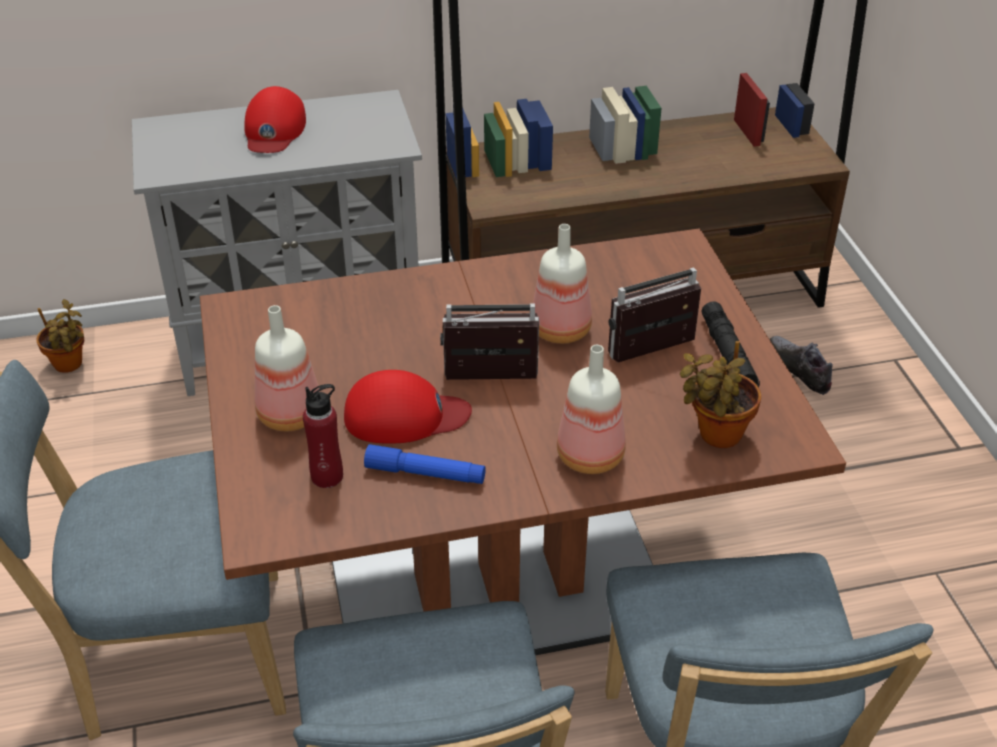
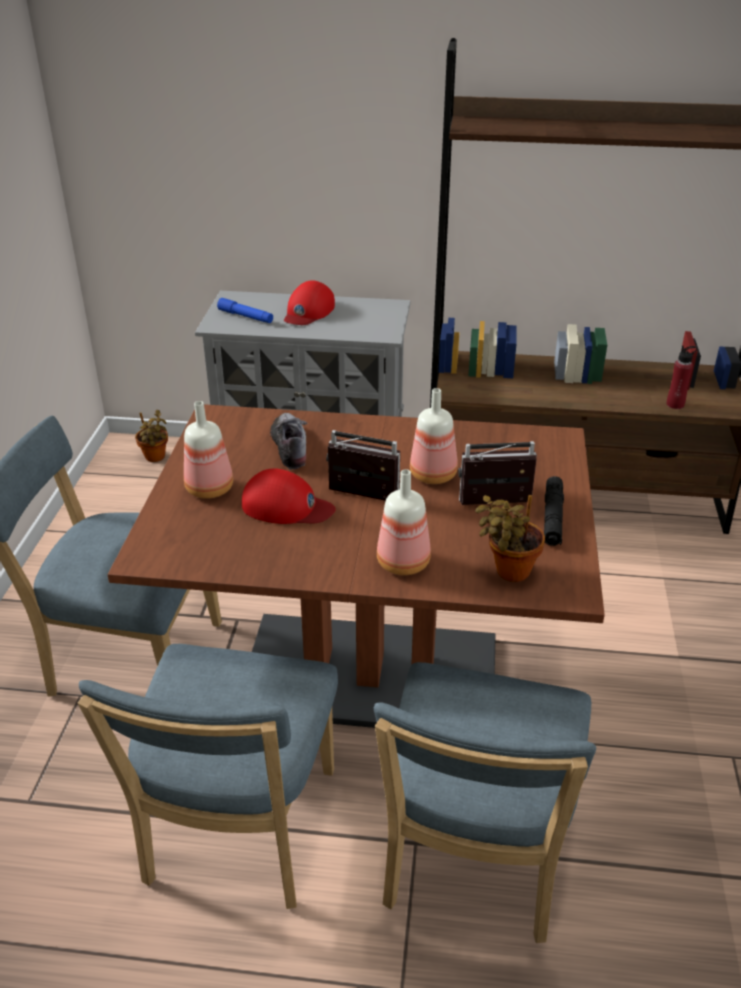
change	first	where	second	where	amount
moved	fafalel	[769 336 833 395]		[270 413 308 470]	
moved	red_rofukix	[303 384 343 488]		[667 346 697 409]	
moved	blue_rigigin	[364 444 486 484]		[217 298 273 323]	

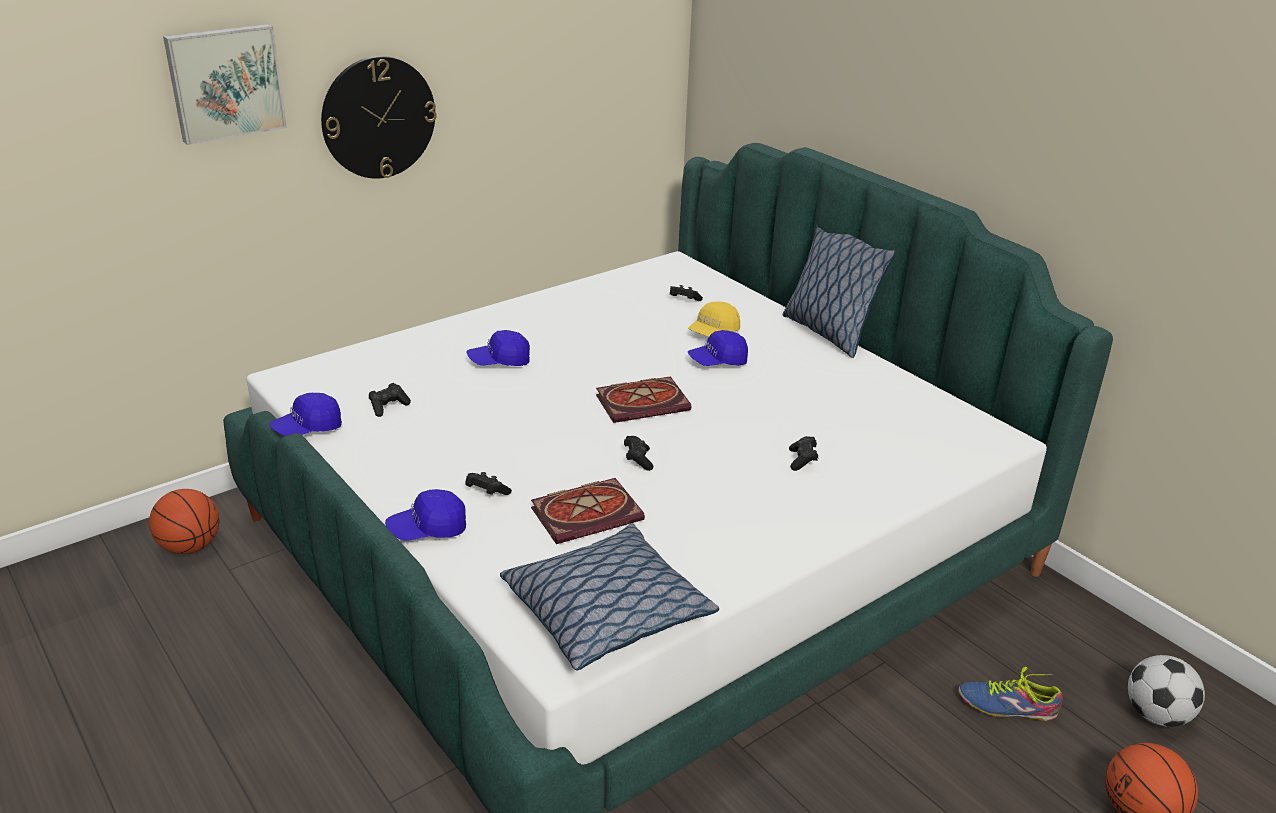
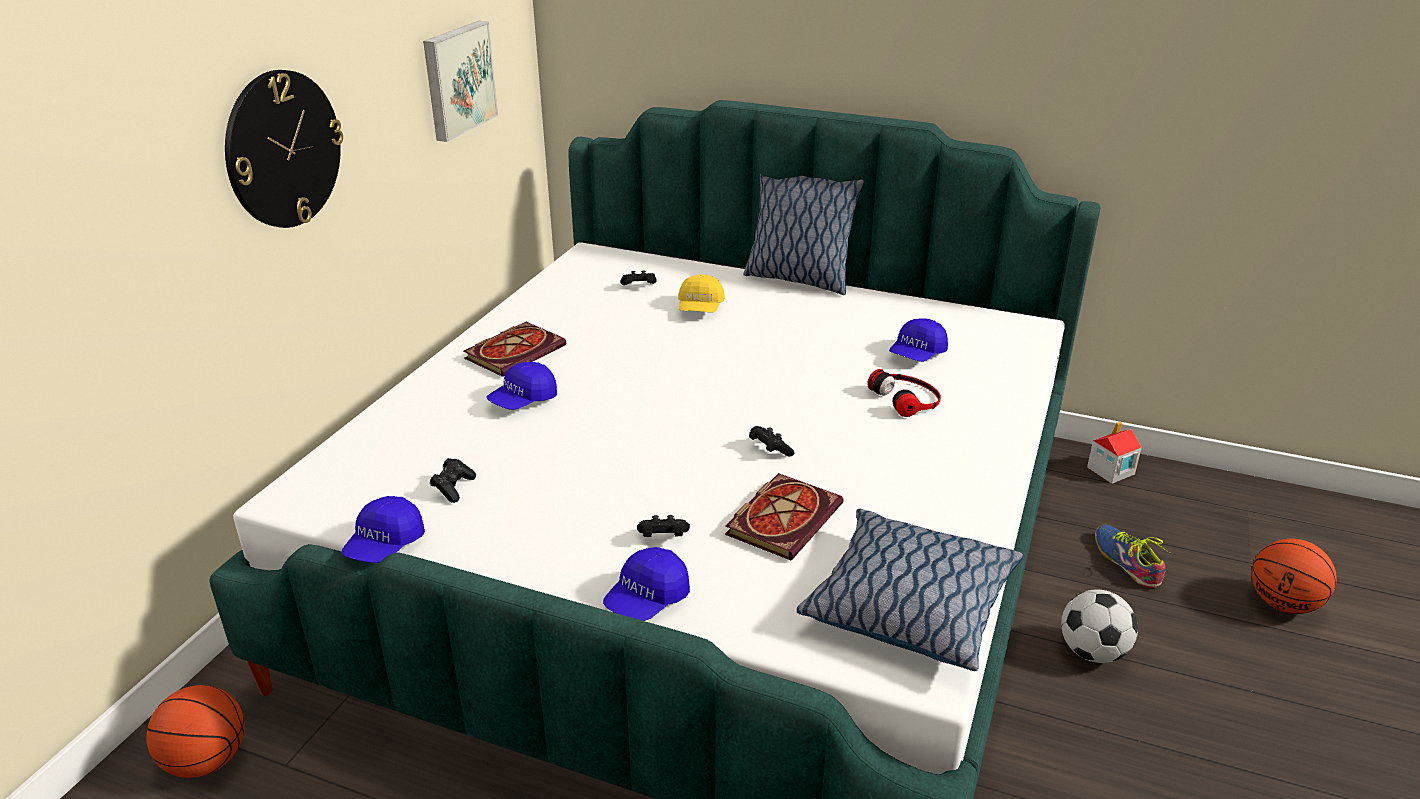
change	first	where	second	where	amount
moved	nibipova	[163 24 287 145]		[423 21 498 142]	
moved	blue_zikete	[688 330 748 366]		[889 318 948 362]	
moved	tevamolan	[596 376 691 423]		[463 322 566 377]	
replaced	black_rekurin	[789 436 818 471]	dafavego	[868 369 941 417]	
moved	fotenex	[1128 655 1205 727]		[1061 589 1138 663]	
turned	fafalel	[958 667 1063 721]		[1095 524 1171 588]	90 degrees clockwise
added			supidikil	[1087 421 1142 484]	

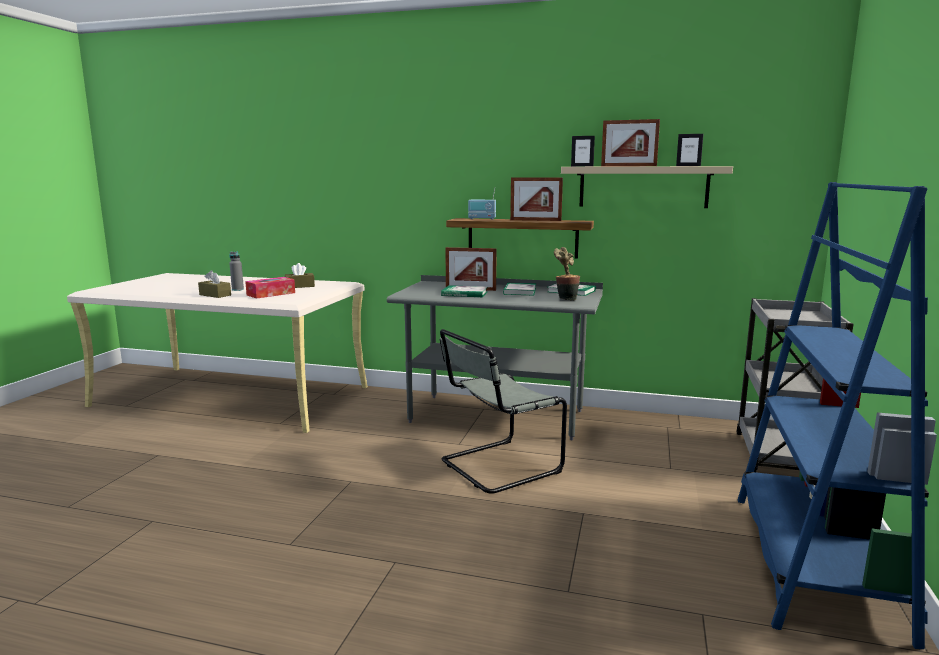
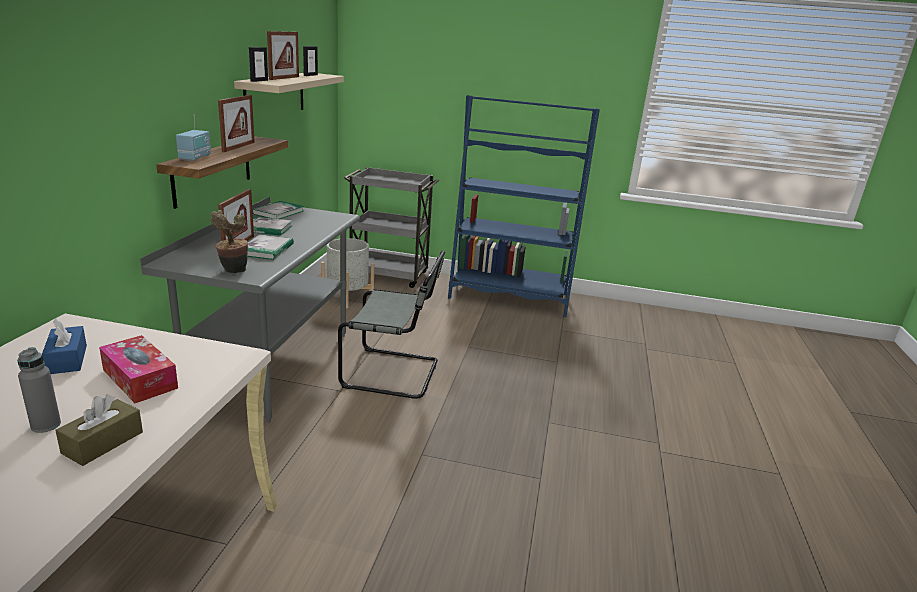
change	first	where	second	where	amount
moved	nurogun	[554 247 580 301]		[210 210 248 273]	
recoloured	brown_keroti	[285 263 315 288]	blue_keroti	[42 318 87 374]	
turned	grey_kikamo	[440 329 567 494]		[338 250 445 399]	45 degrees counterclockwise
added			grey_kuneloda	[321 238 374 308]	

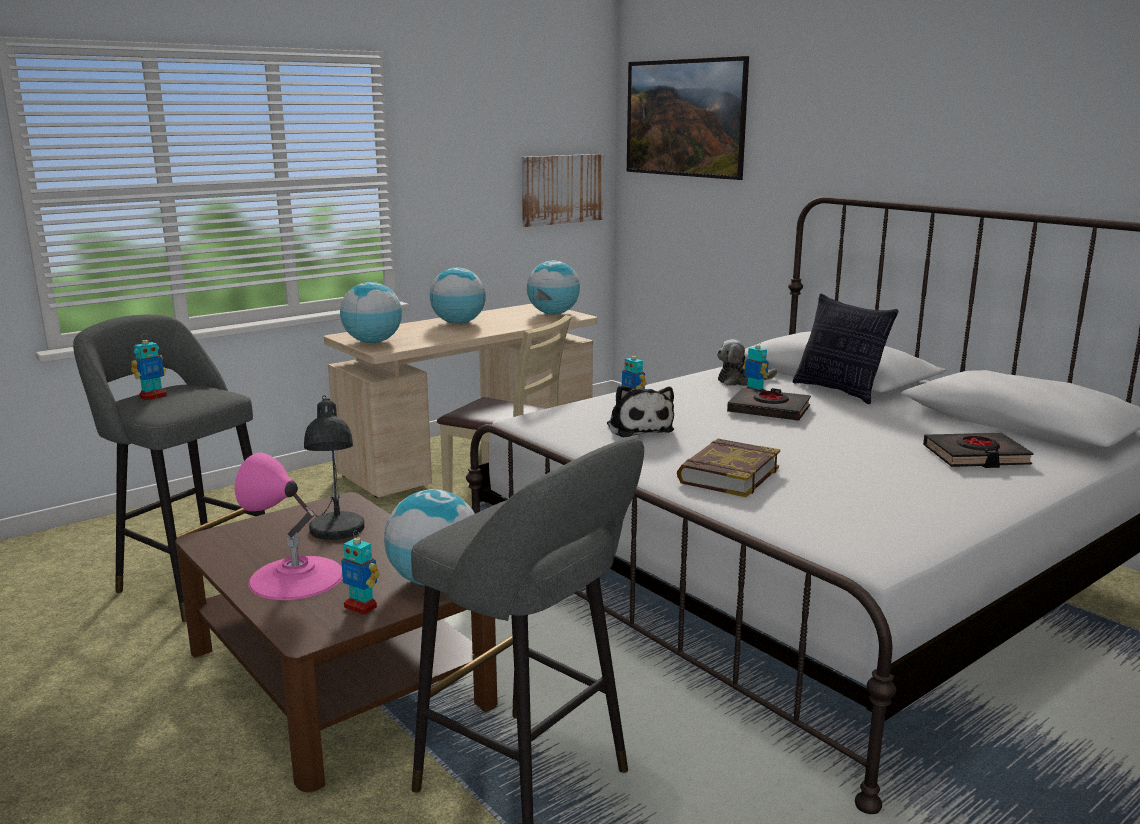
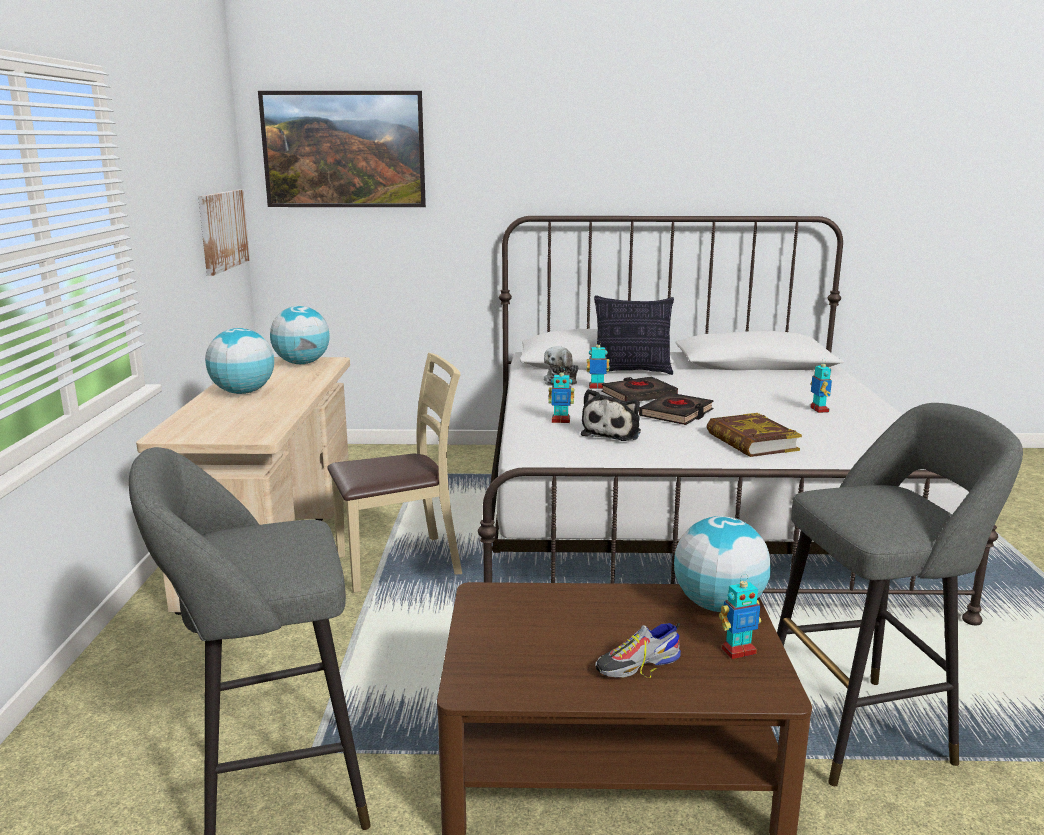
change	first	where	second	where	amount
removed	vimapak	[340 282 402 343]			
moved	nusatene	[131 334 167 401]		[810 361 832 413]	
turned	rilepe	[607 385 674 438]		[581 389 641 441]	90 degrees clockwise
removed	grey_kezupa	[304 395 364 540]			
moved	black_tevamolan	[923 433 1034 468]		[639 393 714 425]	
replaced	pink_kezupa	[235 452 343 600]	fafalel	[595 623 681 678]	

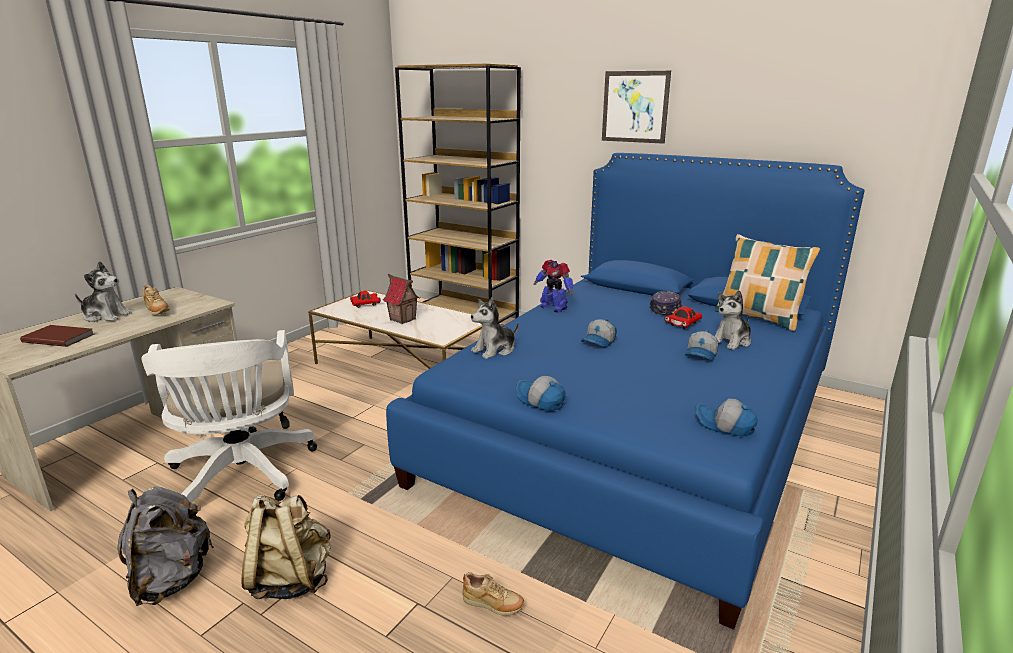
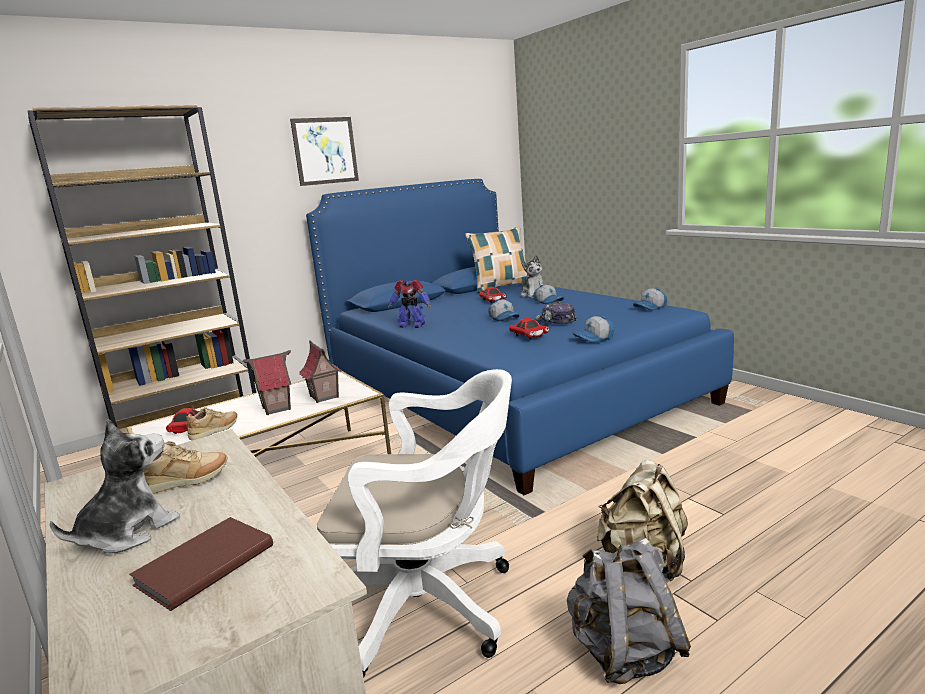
change	first	where	second	where	amount
turned	nusatene	[534 260 574 313]		[388 280 431 328]	45 degrees clockwise
moved	zikete	[650 291 682 315]		[535 302 577 324]	
removed	rilepe	[471 297 519 359]			
moved	beige_fafalel	[463 572 525 616]		[186 407 238 440]	
added			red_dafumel	[509 318 549 339]	
added			supidikil	[299 340 342 403]	

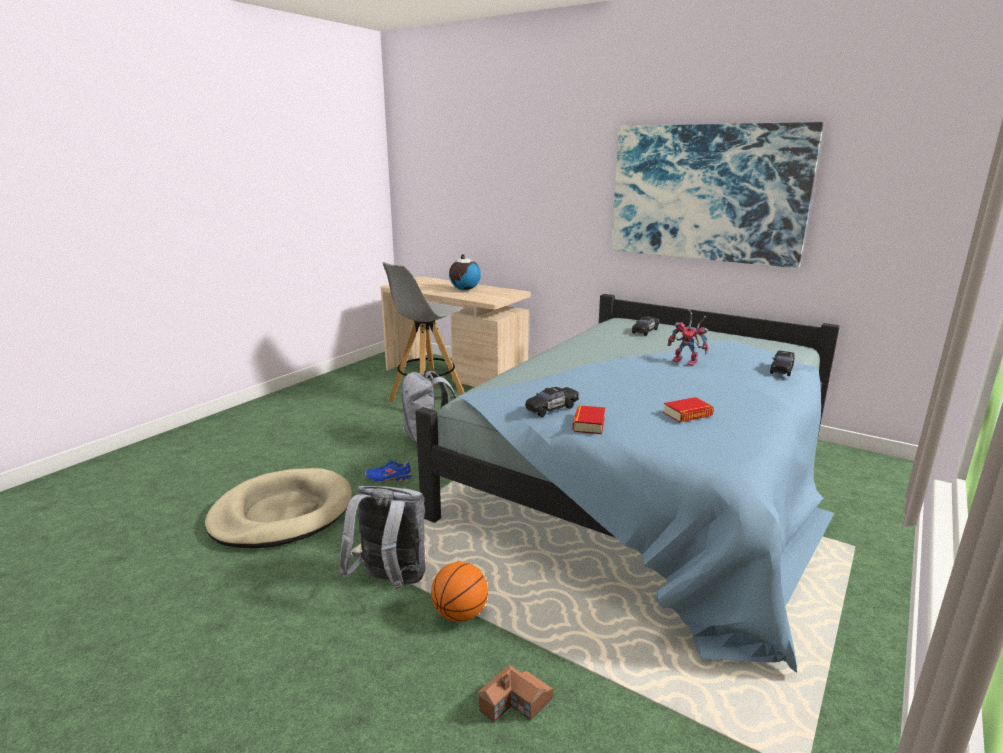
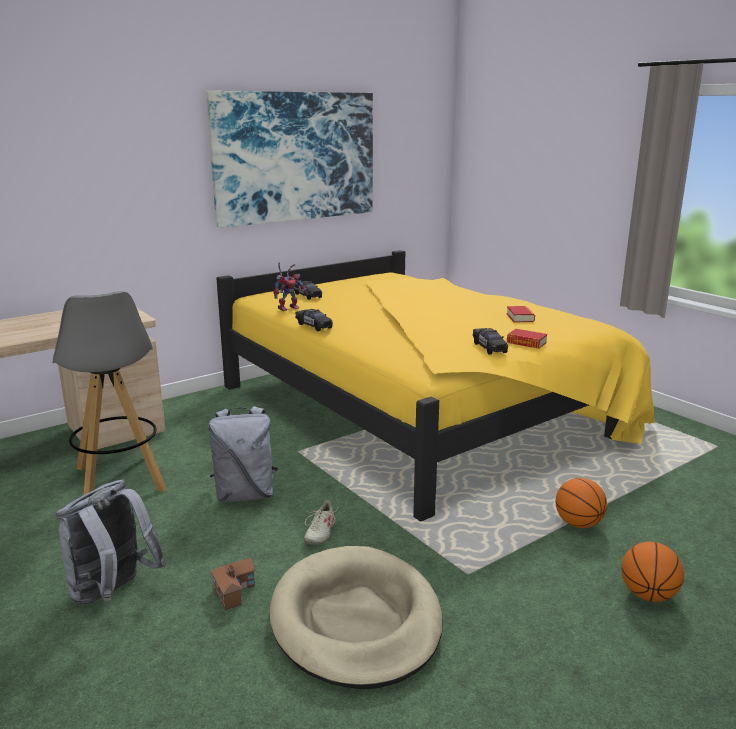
change	first	where	second	where	amount
removed	vimapak	[449 254 481 290]			
recoloured	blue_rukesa	[415 294 840 673]	yellow_rukesa	[216 250 654 521]	
moved	nusatene	[667 309 709 366]		[274 262 308 311]	
moved	black_dafumel	[770 351 795 376]		[295 309 333 331]	
recoloured	blue_fafalel	[365 460 412 483]	beige_fafalel	[304 500 339 544]	
moved	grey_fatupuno	[338 486 426 590]		[55 479 166 605]	
moved	supidikil	[477 665 553 723]		[211 557 256 610]	
added			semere	[621 542 684 602]	

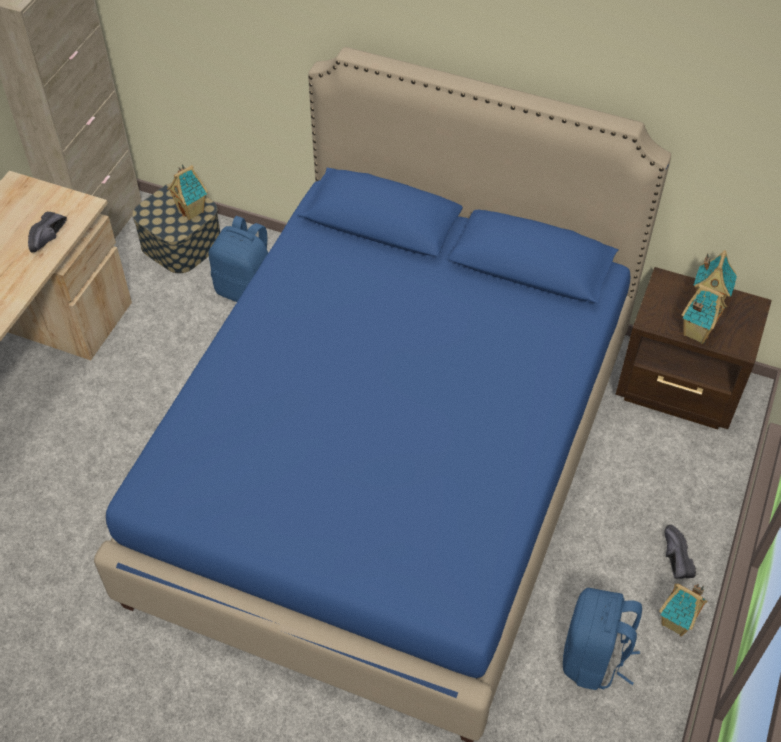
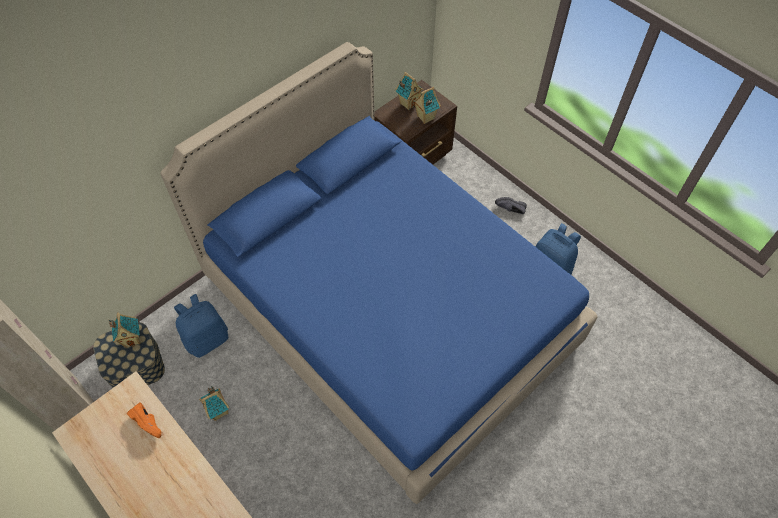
change	first	where	second	where	amount
recoloured	black_fafalel	[28 212 67 252]	orange_fafalel	[127 402 161 438]	
moved	supidikil	[659 583 708 636]		[199 386 229 421]	

